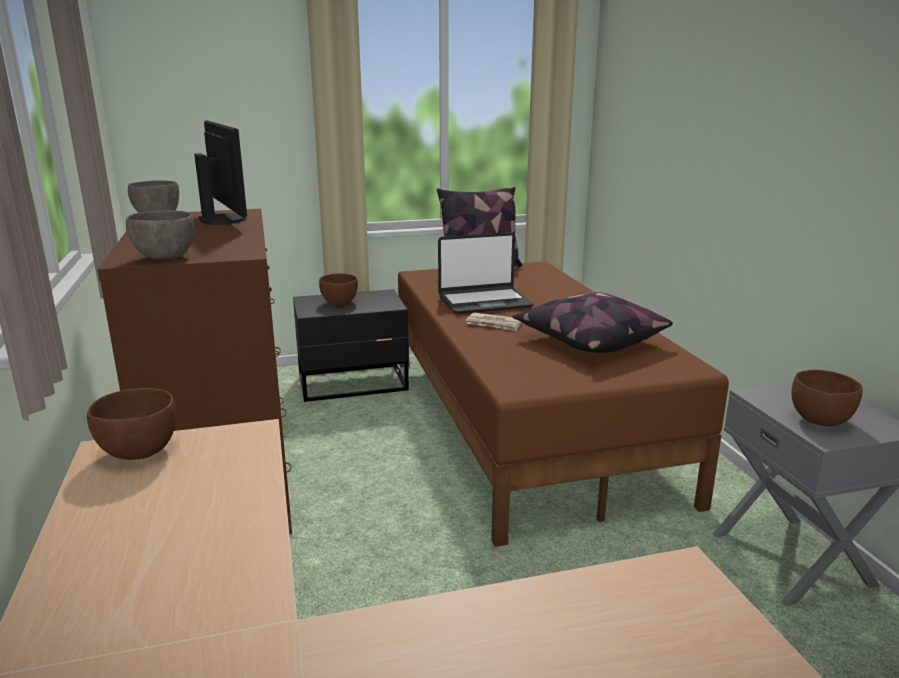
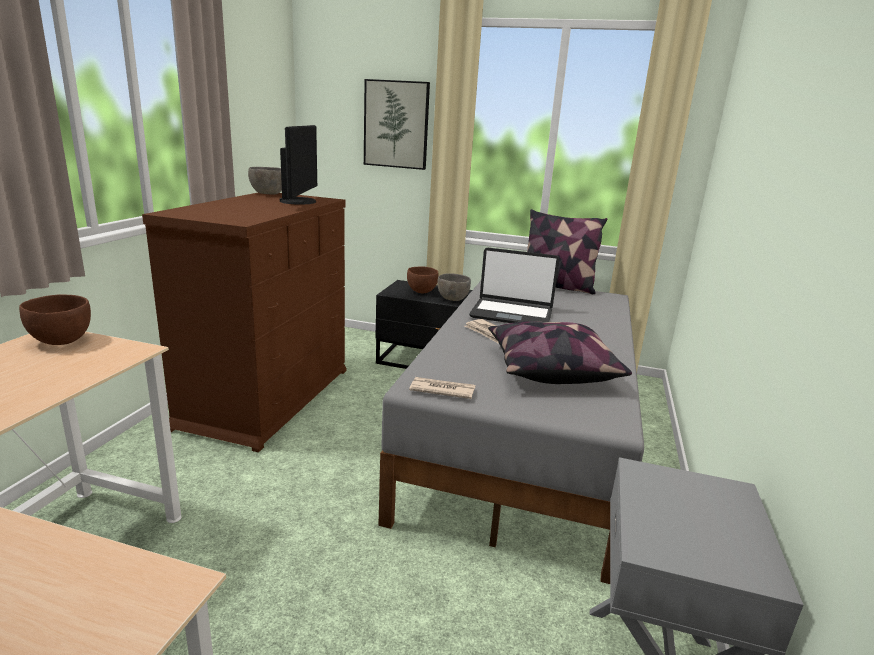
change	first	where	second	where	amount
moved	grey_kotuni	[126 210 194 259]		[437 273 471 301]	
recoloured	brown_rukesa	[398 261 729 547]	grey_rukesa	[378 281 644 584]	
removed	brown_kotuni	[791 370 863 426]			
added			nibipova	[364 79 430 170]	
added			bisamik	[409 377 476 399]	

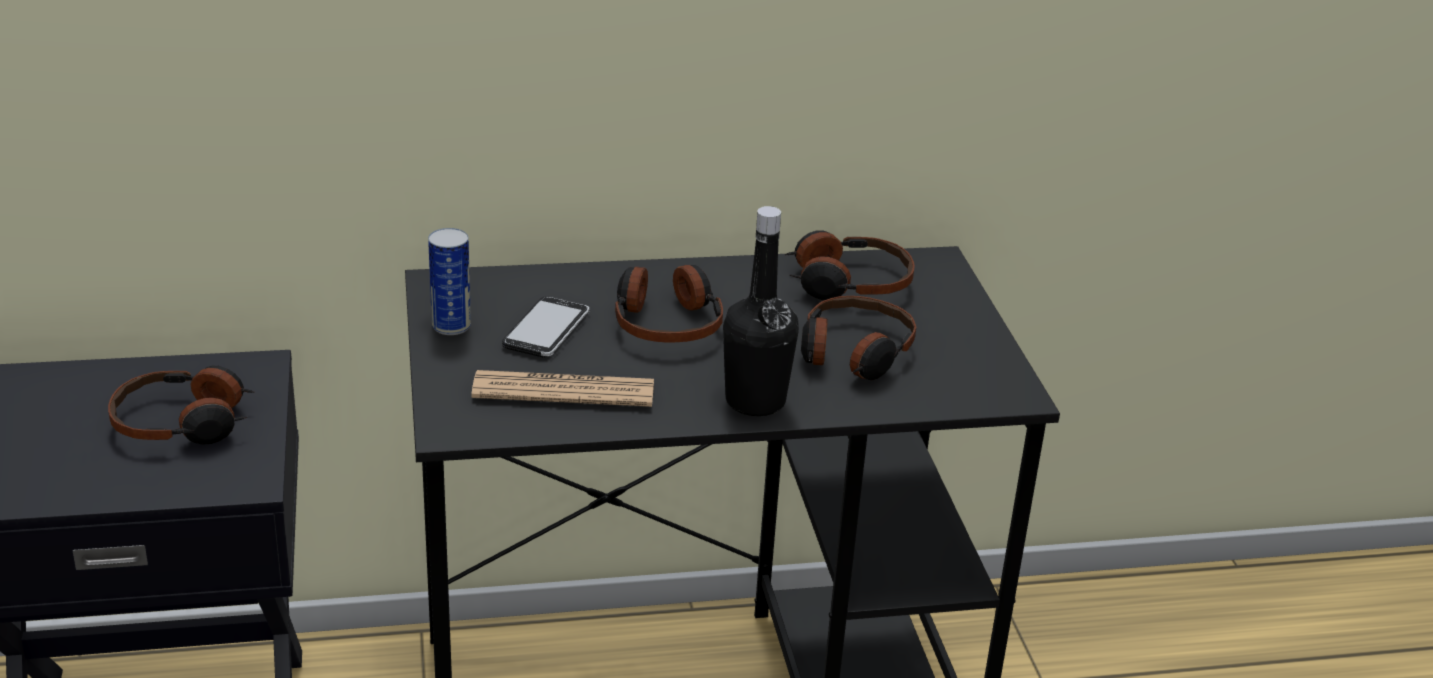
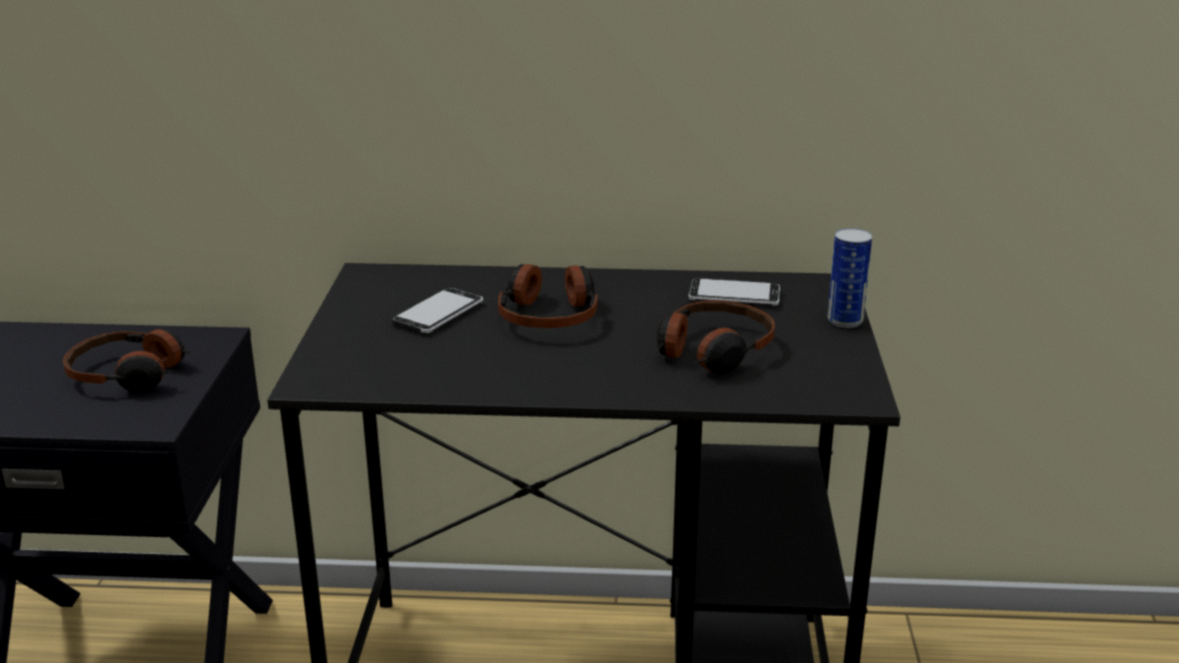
change	first	where	second	where	amount
removed	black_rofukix	[723 206 799 416]			
moved	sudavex	[428 228 471 335]		[827 228 872 328]	
replaced	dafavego	[785 230 915 300]	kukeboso	[689 278 780 306]	
removed	bisamik	[471 370 654 407]			

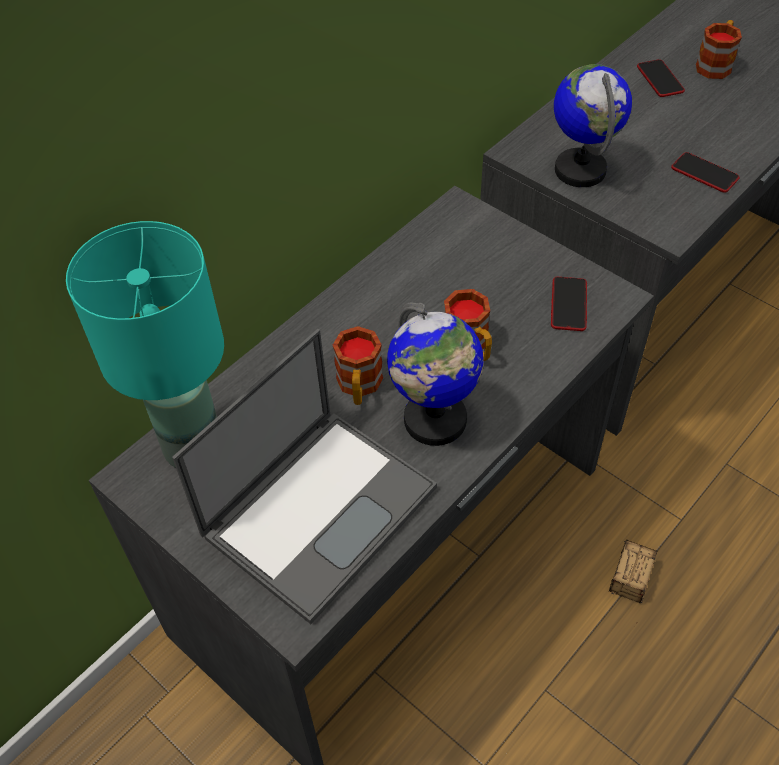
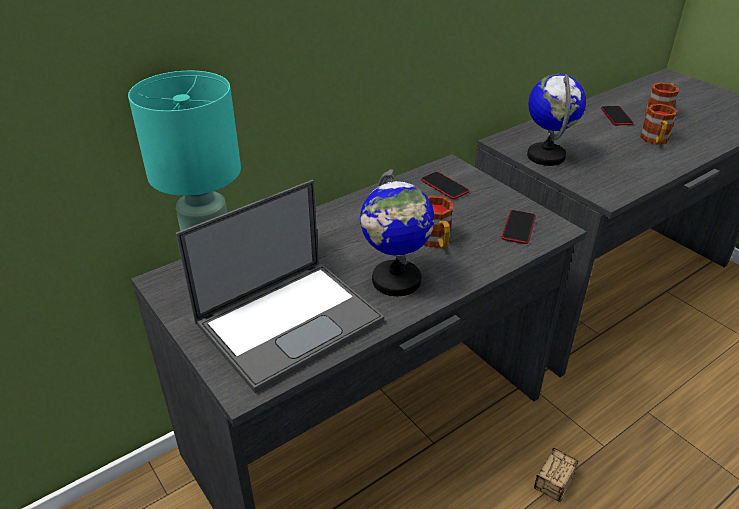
change	first	where	second	where	amount
moved	kukeboso	[671 152 739 193]		[421 172 469 199]	
moved	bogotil	[333 326 383 405]		[640 104 678 145]	

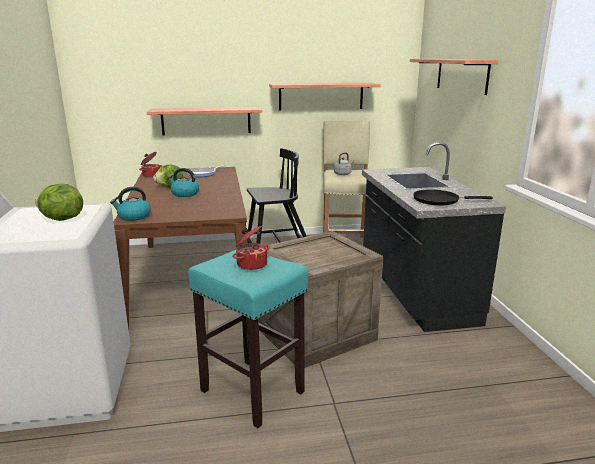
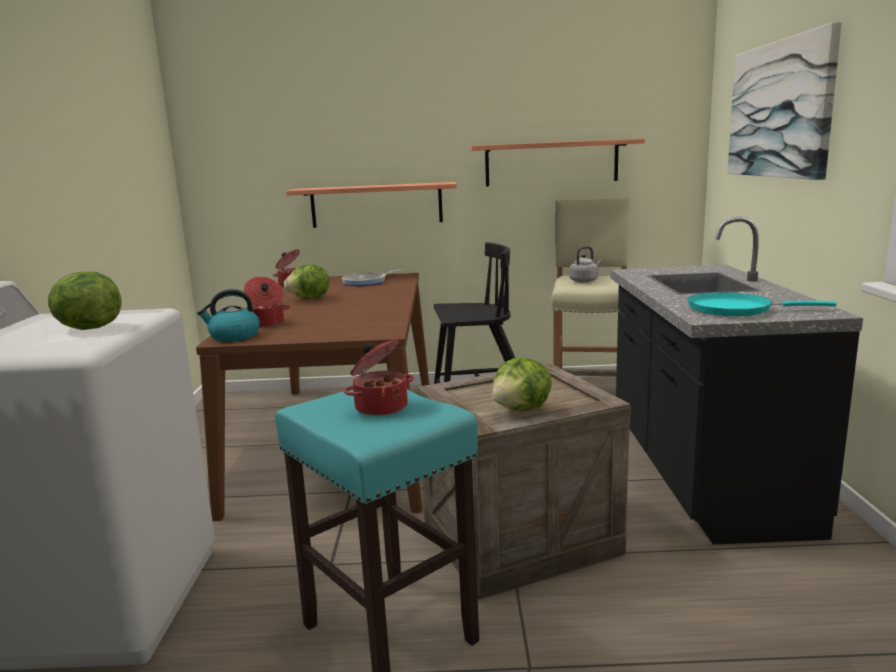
change	first	where	second	where	amount
replaced	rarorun	[410 59 498 95]	nibipova	[727 22 842 180]	
removed	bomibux	[167 168 199 197]			
recoloured	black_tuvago	[413 189 493 205]	turquoise_tuvago	[688 292 837 316]	
added			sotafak	[244 277 291 328]	
added			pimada	[492 358 552 411]	

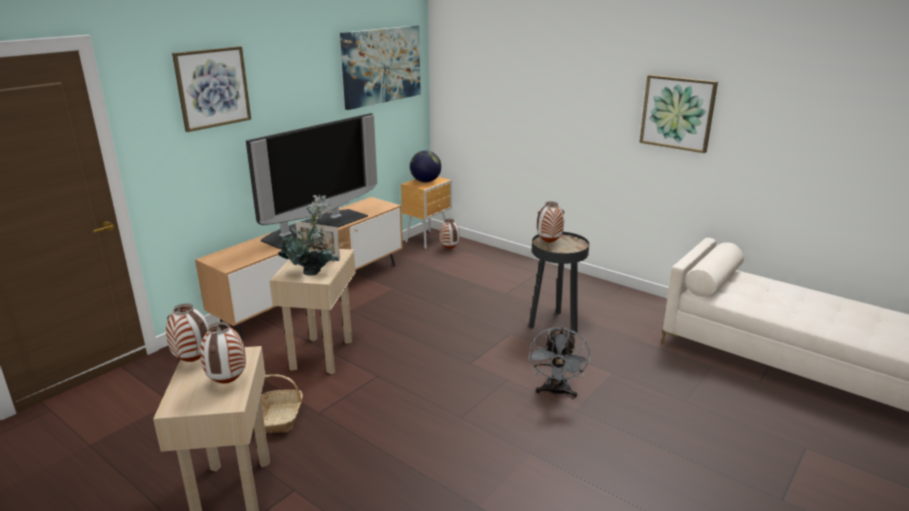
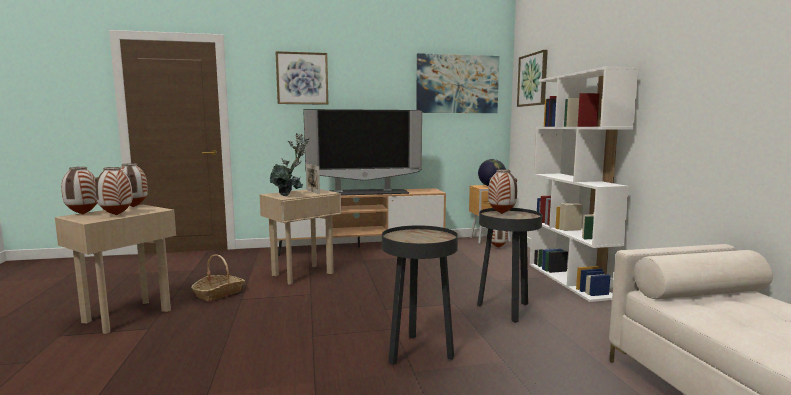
change	first	where	second	where	amount
moved	nibipova	[639 75 718 153]		[517 50 548 107]	
replaced	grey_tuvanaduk	[528 326 590 398]	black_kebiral	[382 225 458 365]	
added			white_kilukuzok	[529 66 639 302]	
added			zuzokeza	[61 167 98 214]	

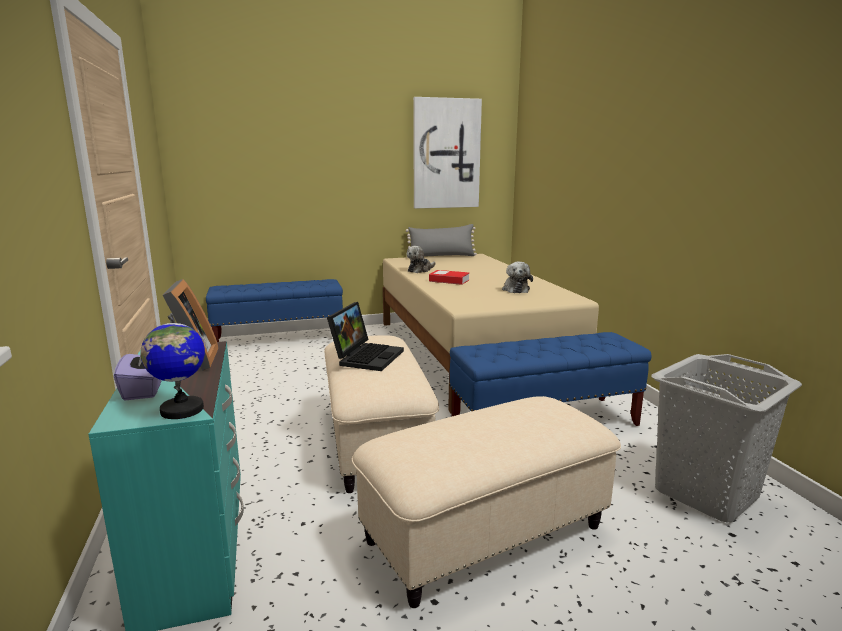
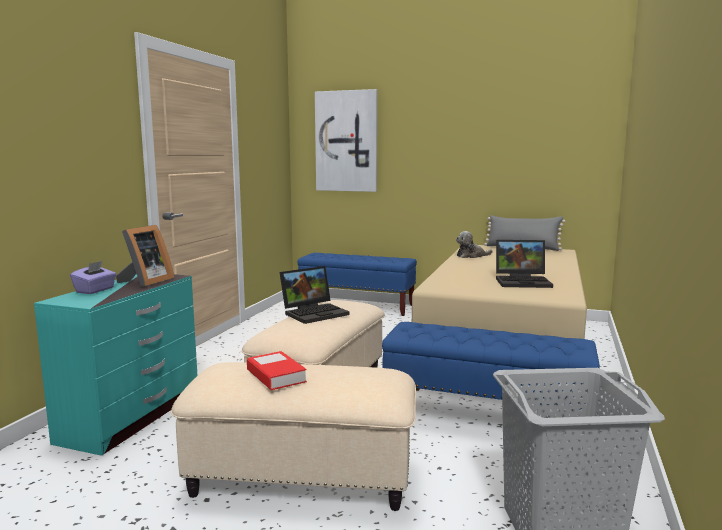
change	first	where	second	where	amount
moved	nibipova	[413 97 482 209]		[315 89 377 192]	
replaced	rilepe	[502 262 533 293]	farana	[496 240 553 288]	
moved	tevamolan	[429 270 469 285]		[247 351 307 390]	
removed	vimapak	[140 313 205 419]			

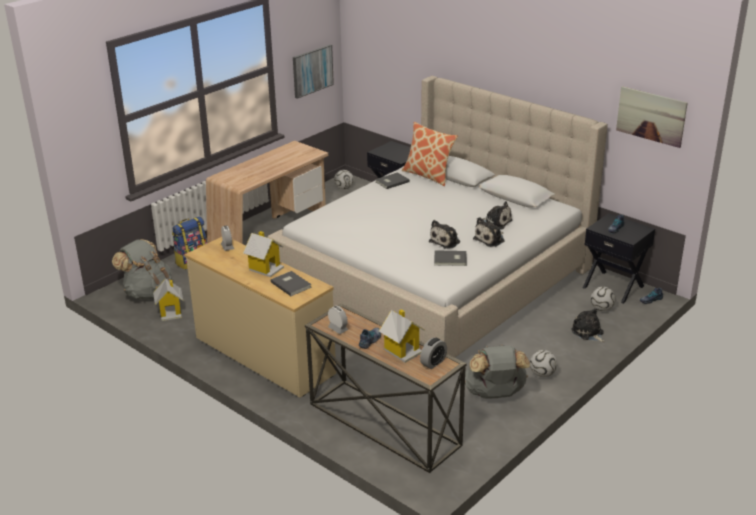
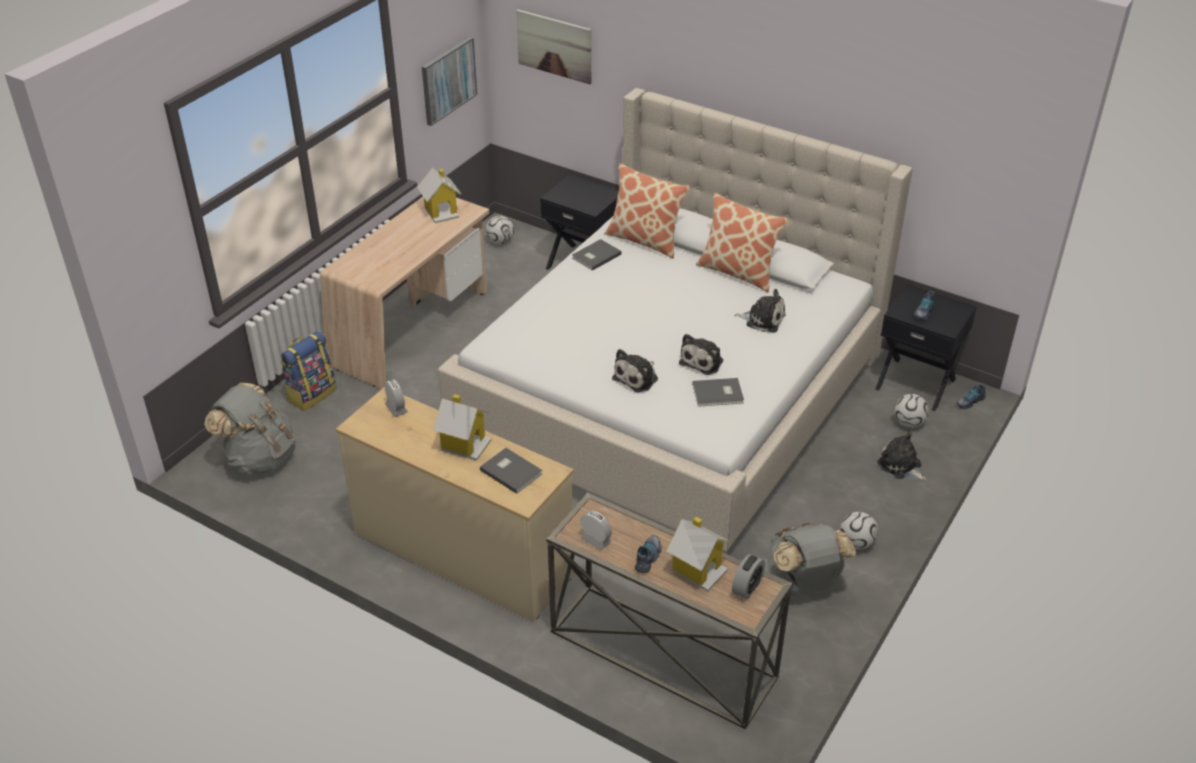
change	first	where	second	where	amount
moved	nibipova	[616 86 688 148]		[516 10 591 84]	
moved	rilepe	[473 217 505 247]		[612 349 658 392]	
moved	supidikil	[153 279 183 321]		[417 168 461 223]	
added			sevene	[696 193 789 292]	

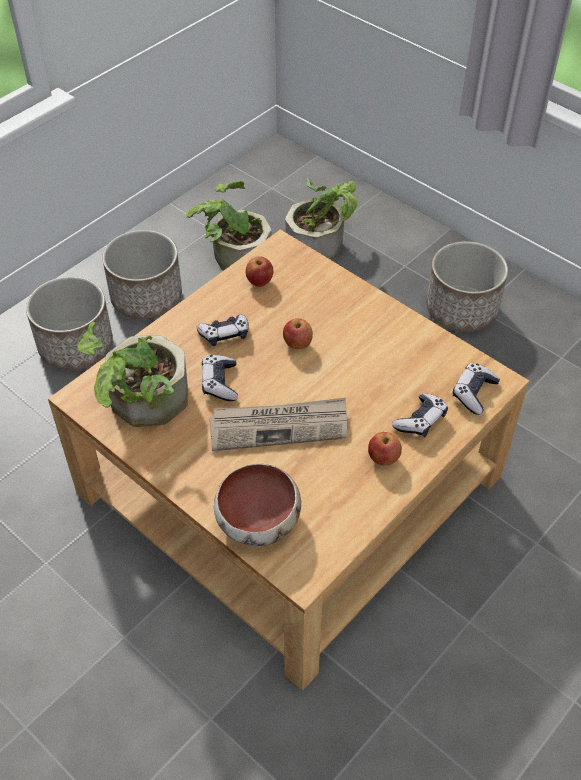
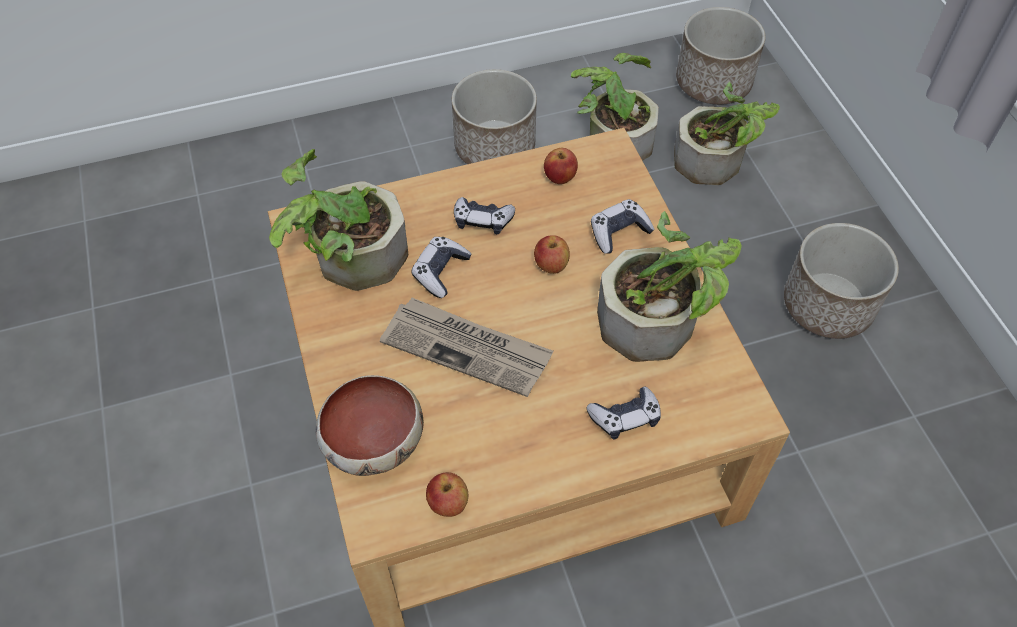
change	first	where	second	where	amount
moved	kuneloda	[26 276 113 370]		[676 7 766 105]	
moved	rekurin	[453 363 500 415]		[591 199 655 254]	
moved	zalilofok	[368 432 402 466]		[426 472 468 517]	
added			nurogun	[597 211 742 362]	

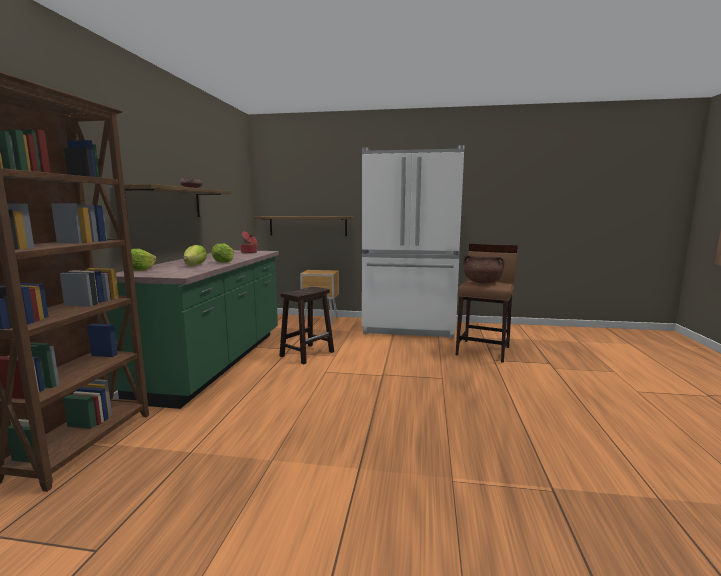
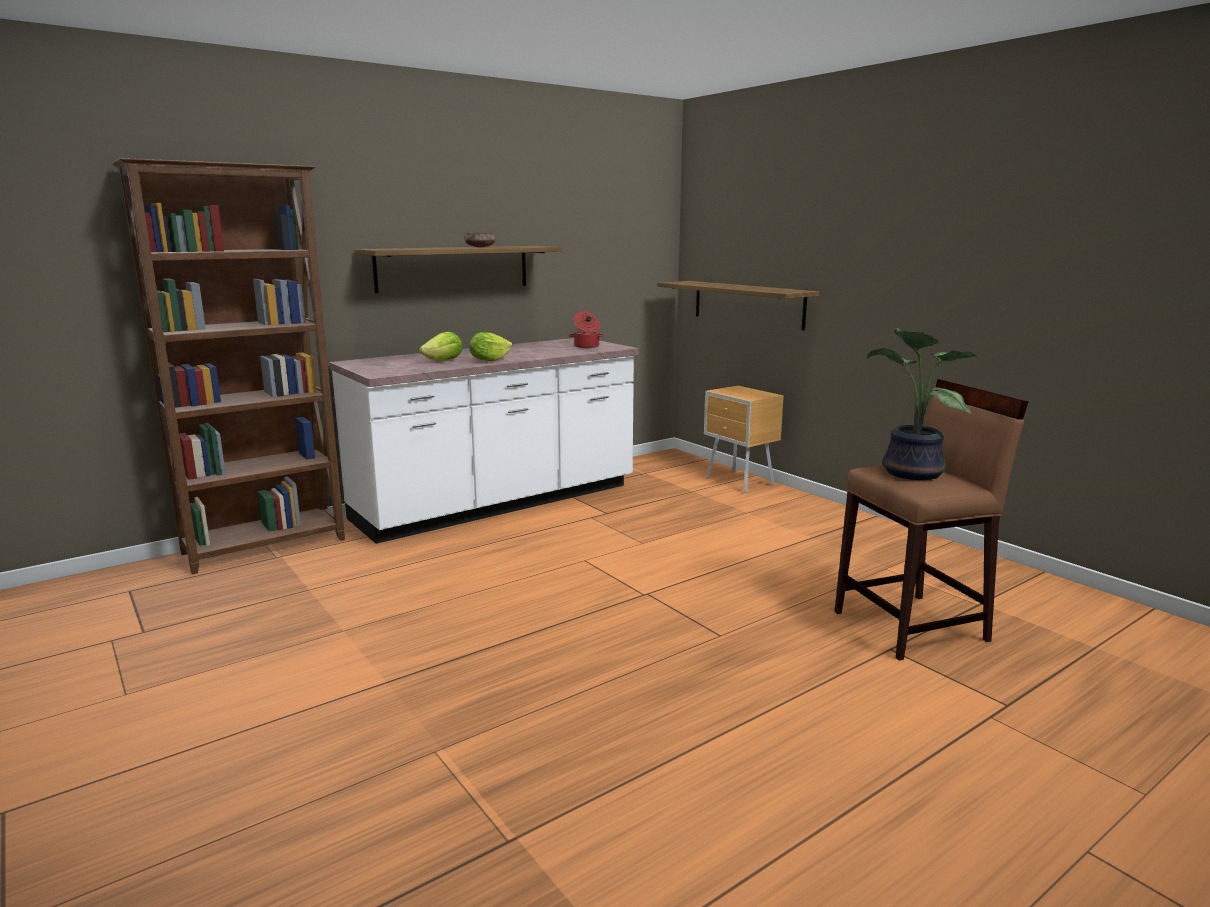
change	first	where	second	where	amount
removed	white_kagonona	[362 145 465 338]			
removed	pimada	[131 249 157 271]			
recoloured	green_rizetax	[107 250 279 409]	white_rizetax	[329 338 639 544]	
replaced	brown_sotafak	[463 255 505 283]	nurogun	[867 328 976 480]	
removed	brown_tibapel	[279 286 334 364]			

